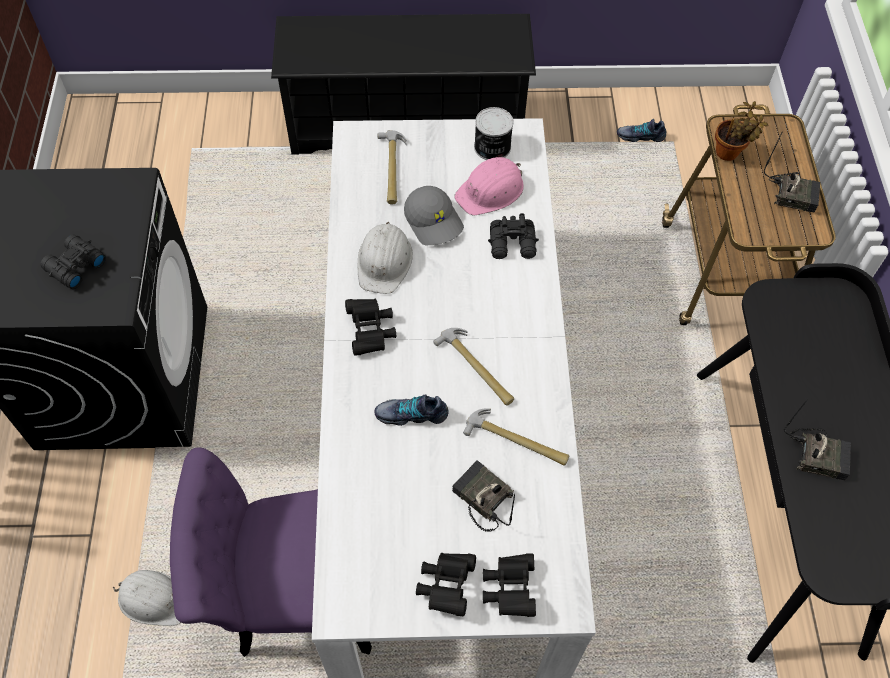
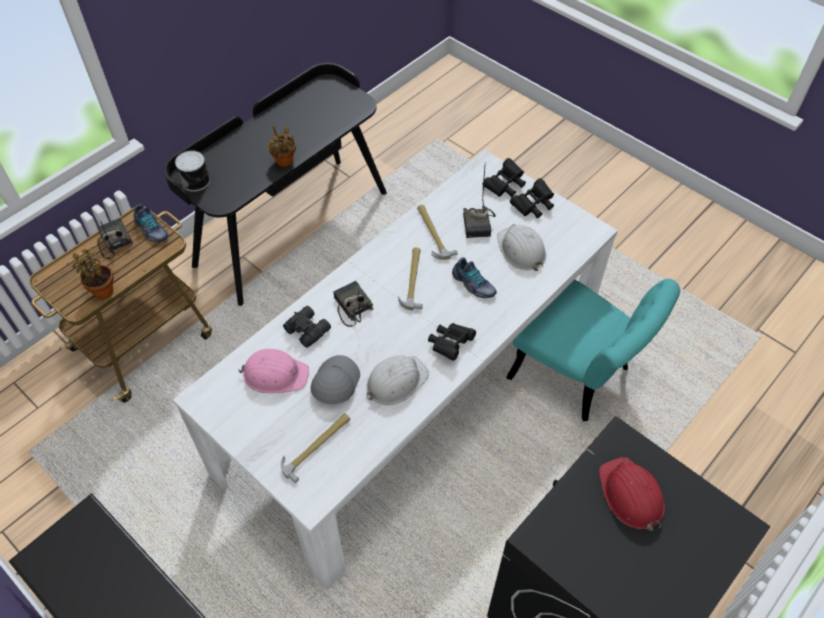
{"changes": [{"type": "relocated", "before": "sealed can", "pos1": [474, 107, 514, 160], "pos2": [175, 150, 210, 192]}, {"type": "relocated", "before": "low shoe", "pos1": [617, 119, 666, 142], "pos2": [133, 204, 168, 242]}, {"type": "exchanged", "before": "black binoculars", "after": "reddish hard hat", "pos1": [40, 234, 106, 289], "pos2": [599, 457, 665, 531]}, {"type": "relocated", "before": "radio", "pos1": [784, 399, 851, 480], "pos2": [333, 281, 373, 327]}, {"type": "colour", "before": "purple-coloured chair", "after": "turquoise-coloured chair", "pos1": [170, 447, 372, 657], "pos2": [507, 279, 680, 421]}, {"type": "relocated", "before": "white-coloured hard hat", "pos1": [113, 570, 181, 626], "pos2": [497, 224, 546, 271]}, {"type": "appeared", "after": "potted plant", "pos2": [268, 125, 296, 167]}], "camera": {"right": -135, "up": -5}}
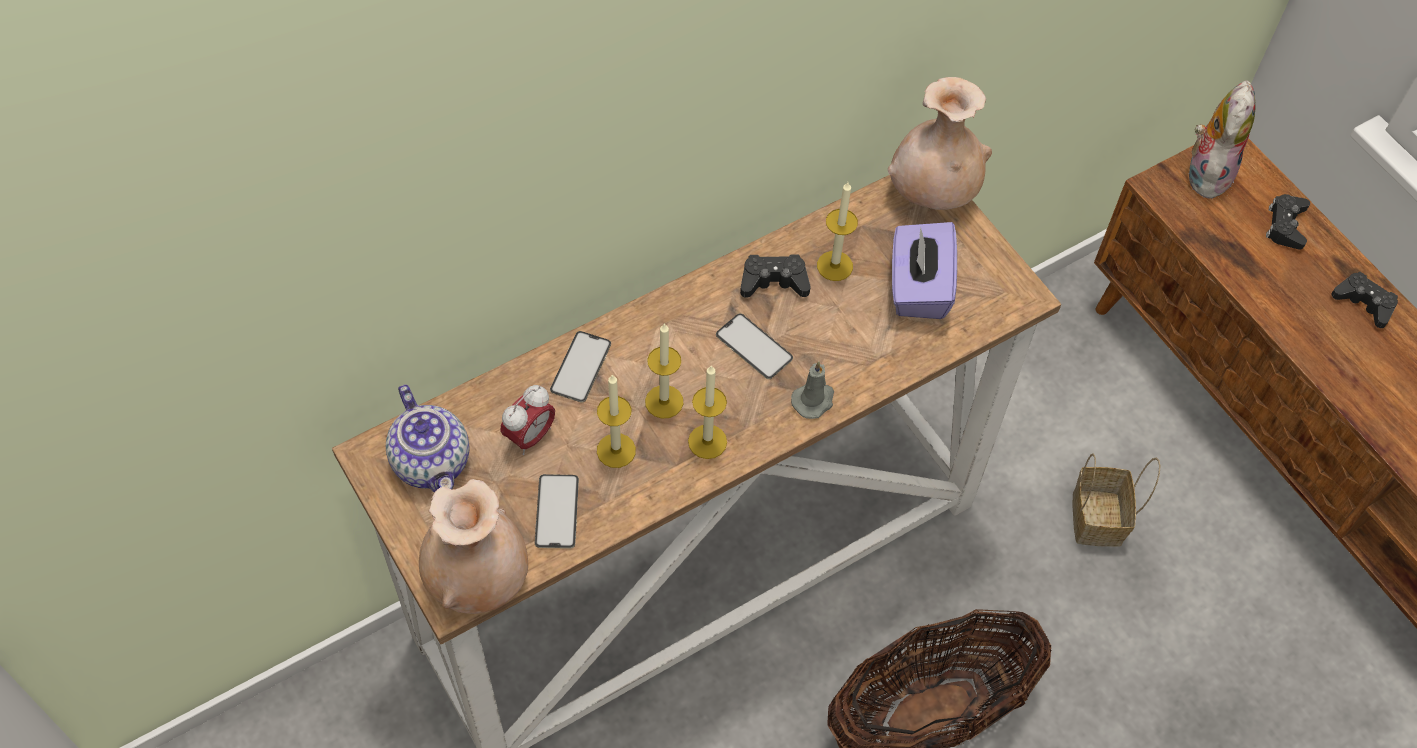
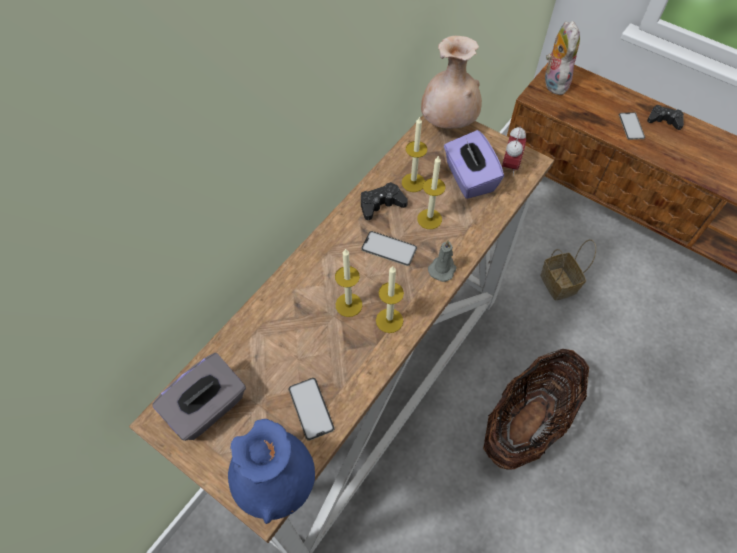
{"changes": [{"type": "missing", "before": "black game controller", "pos1": [1266, 194, 1310, 250]}, {"type": "relocated", "before": "telephone", "pos1": [550, 331, 611, 402], "pos2": [619, 112, 645, 140]}, {"type": "relocated", "before": "wax light", "pos1": [597, 374, 636, 468], "pos2": [417, 155, 446, 229]}, {"type": "exchanged", "before": "teapot", "after": "grey tissue holder", "pos1": [386, 385, 470, 492], "pos2": [152, 353, 246, 441]}, {"type": "relocated", "before": "table clock", "pos1": [500, 385, 555, 455], "pos2": [502, 126, 526, 176]}, {"type": "colour", "before": "beige-coloured decorative vase", "after": "blue decorative vase", "pos1": [419, 479, 528, 614], "pos2": [228, 419, 315, 524]}], "camera": {"right": -20, "up": 0}}
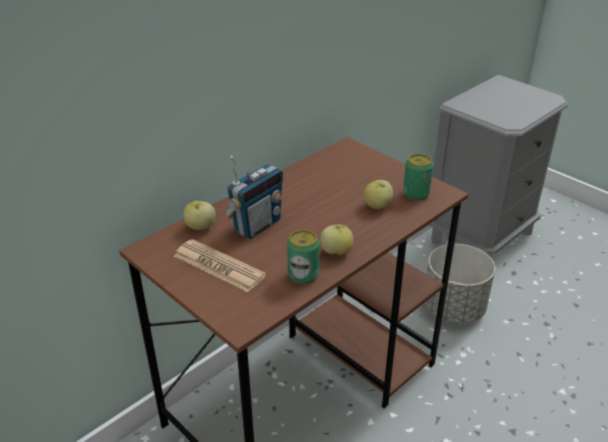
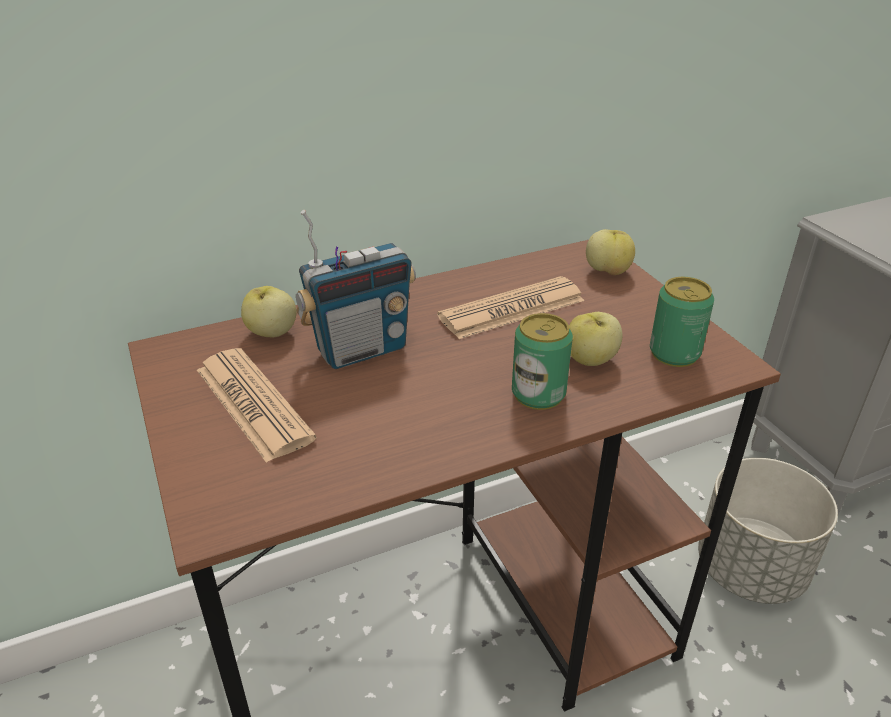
{"changes": [{"type": "relocated", "before": "apple", "pos1": [320, 224, 354, 255], "pos2": [586, 229, 635, 275]}, {"type": "relocated", "before": "sealed can", "pos1": [287, 230, 320, 285], "pos2": [512, 313, 573, 410]}, {"type": "appeared", "after": "daily paper", "pos2": [437, 276, 585, 339]}], "camera": {"right": 20, "up": 0}}
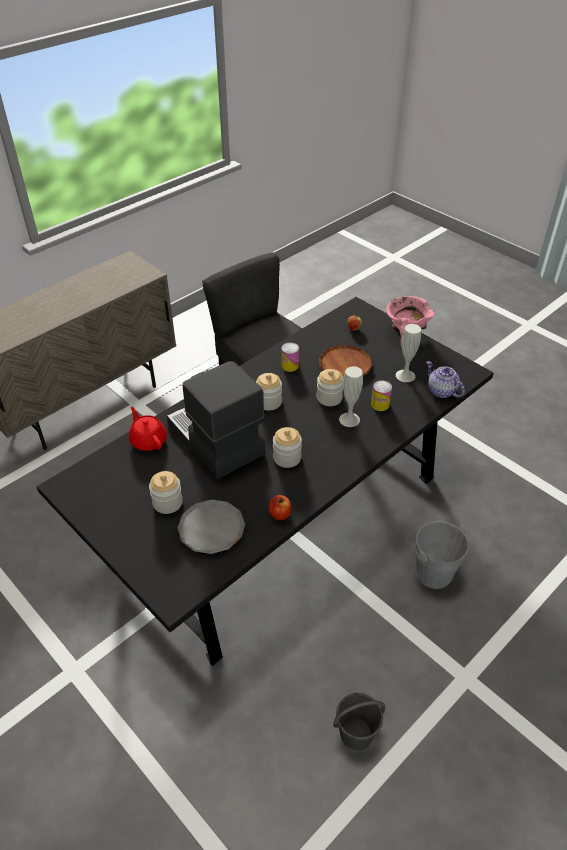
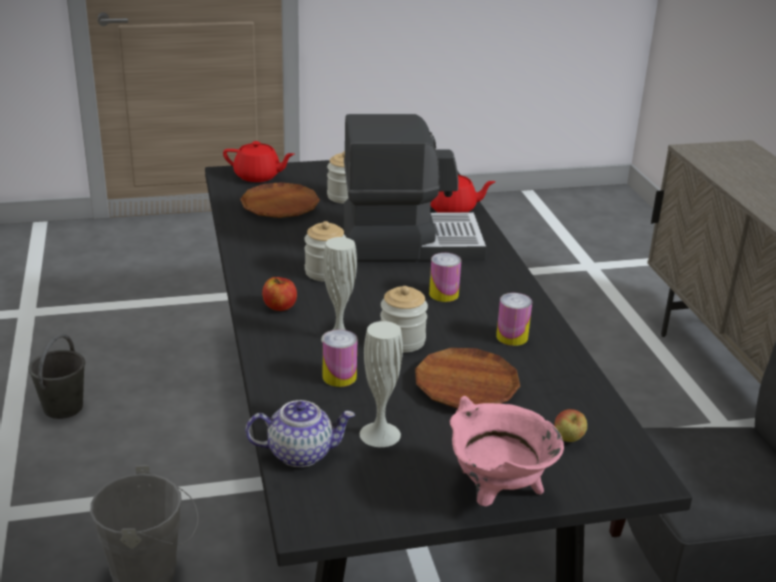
{"changes": [{"type": "exchanged", "before": "preserve jar", "after": "sealed can", "pos1": [256, 373, 282, 411], "pos2": [429, 253, 461, 302]}, {"type": "relocated", "before": "apple", "pos1": [269, 495, 291, 520], "pos2": [262, 277, 297, 311]}, {"type": "colour", "before": "grey plate", "after": "brownish plate", "pos1": [177, 499, 245, 554], "pos2": [240, 182, 320, 218]}, {"type": "appeared", "after": "reddish teapot", "pos2": [223, 141, 295, 182]}], "camera": {"right": 120, "up": -15}}
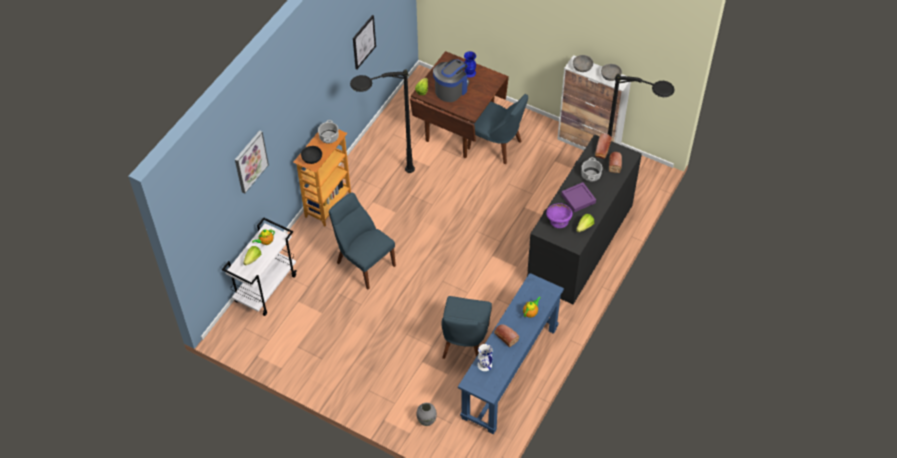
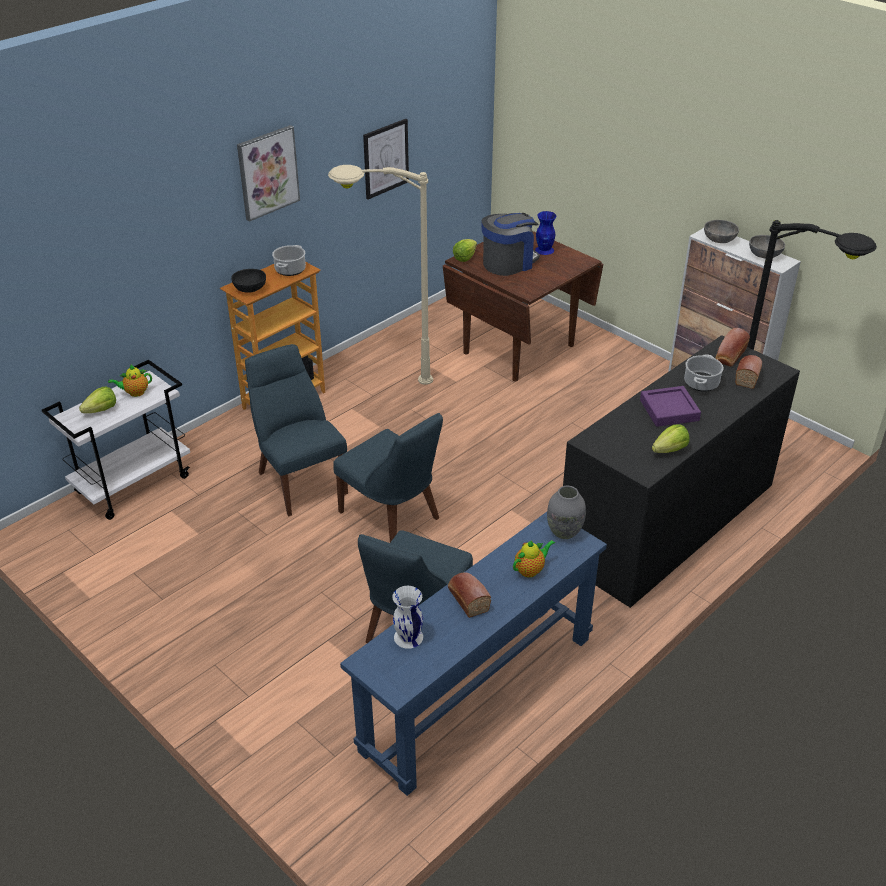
{"changes": [{"type": "colour", "before": "black standing lamp", "after": "beige-coloured standing lamp", "pos1": [350, 69, 415, 173], "pos2": [328, 165, 433, 385]}, {"type": "relocated", "before": "blue chair", "pos1": [467, 94, 528, 164], "pos2": [333, 413, 443, 542]}, {"type": "relocated", "before": "picture", "pos1": [235, 130, 269, 194], "pos2": [237, 125, 300, 222]}, {"type": "missing", "before": "purple-coloured bowl", "pos1": [546, 203, 573, 228]}, {"type": "relocated", "before": "grey decorative vase", "pos1": [416, 403, 437, 426], "pos2": [547, 486, 586, 539]}], "camera": {"right": 15, "up": -15}}
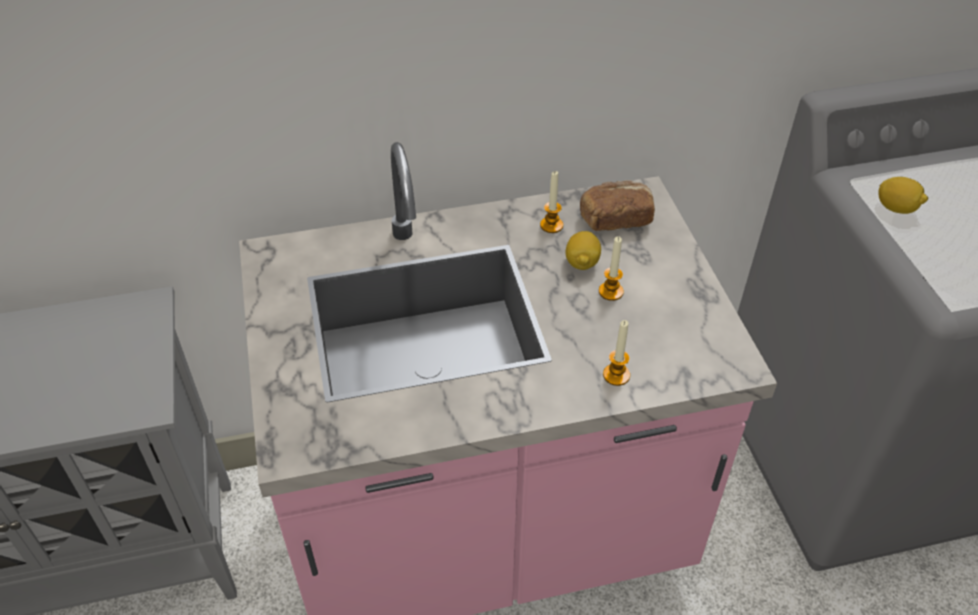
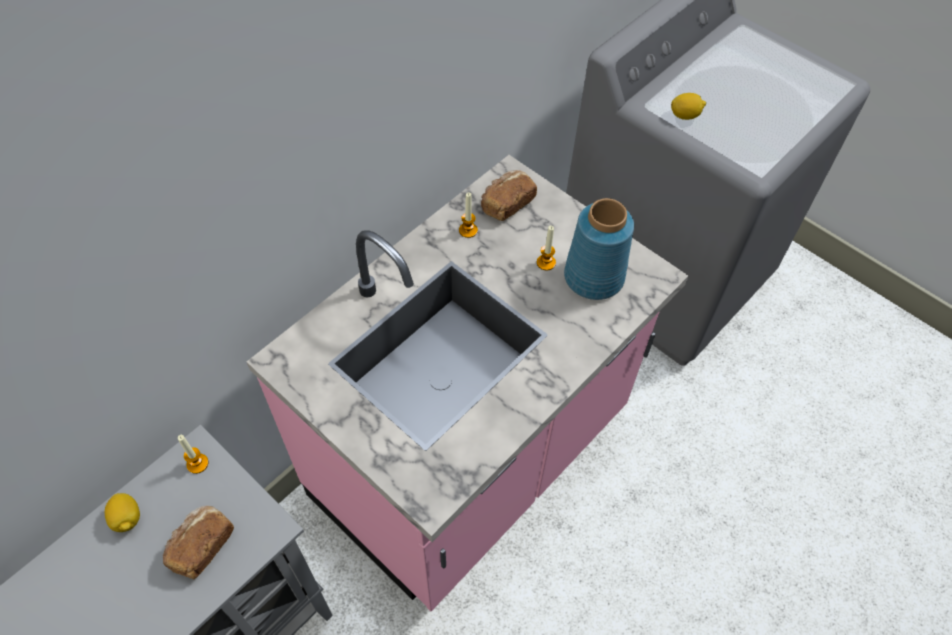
{"changes": [{"type": "relocated", "before": "whole lemon", "pos1": [566, 231, 601, 270], "pos2": [105, 493, 140, 532]}, {"type": "relocated", "before": "wax light", "pos1": [603, 320, 630, 386], "pos2": [178, 435, 208, 474]}, {"type": "appeared", "after": "blue decorative vase", "pos2": [564, 198, 634, 300]}, {"type": "appeared", "after": "bakery bread", "pos2": [163, 505, 234, 579]}], "camera": {"right": -35, "up": 10}}
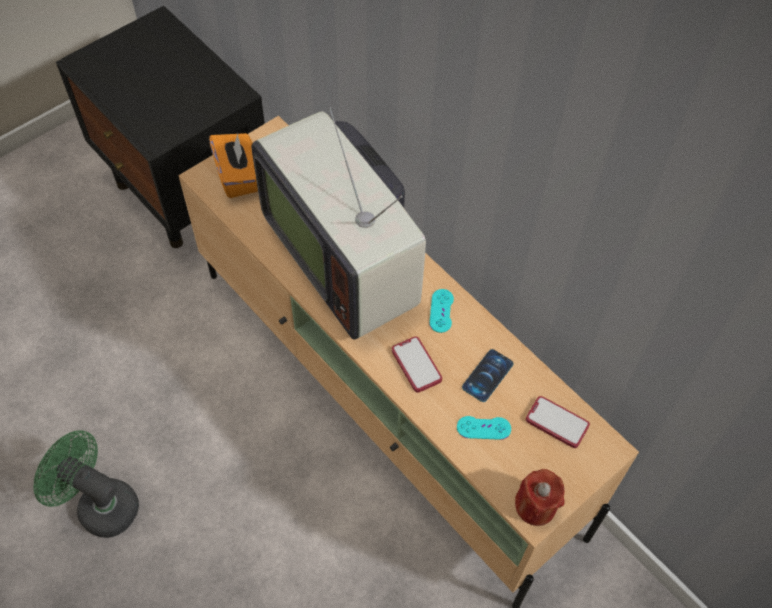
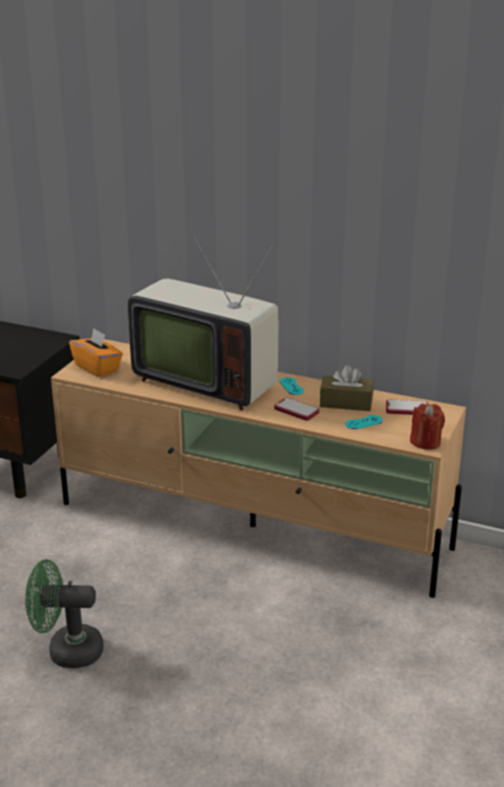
{"changes": [{"type": "exchanged", "before": "telephone", "after": "brownish tissue holder", "pos1": [462, 349, 513, 402], "pos2": [320, 365, 374, 411]}], "camera": {"right": -25, "up": -30}}
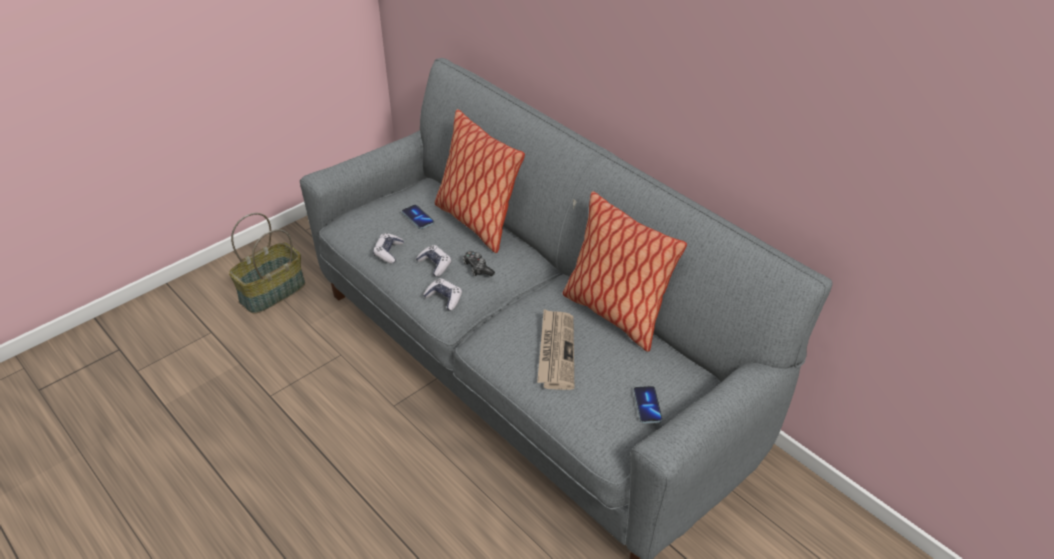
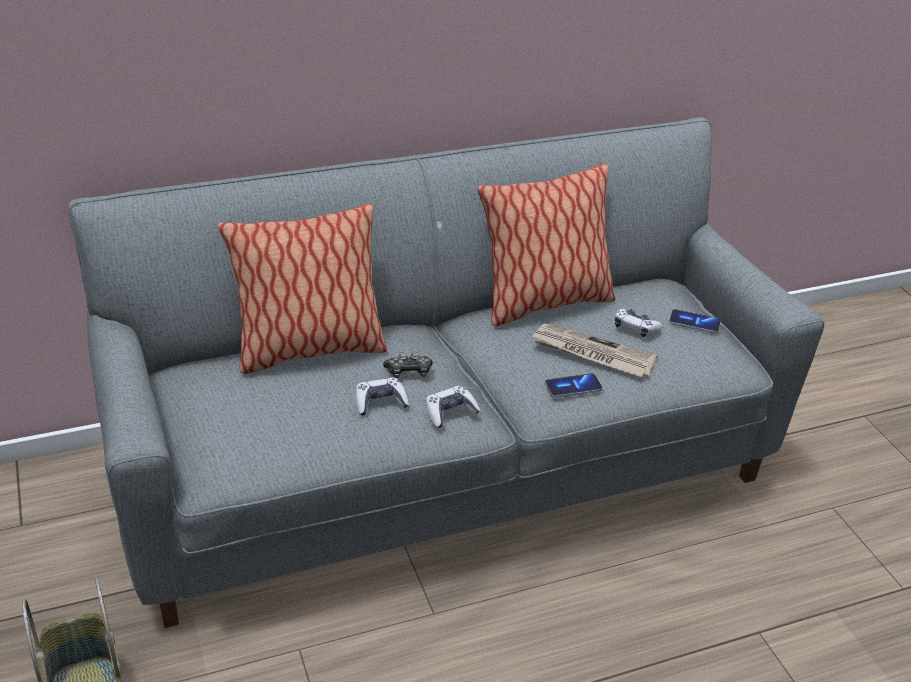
{"changes": [{"type": "relocated", "before": "telephone", "pos1": [402, 205, 434, 229], "pos2": [545, 373, 603, 398]}, {"type": "relocated", "before": "game controller", "pos1": [373, 233, 404, 264], "pos2": [615, 309, 663, 337]}], "camera": {"right": -70, "up": -5}}
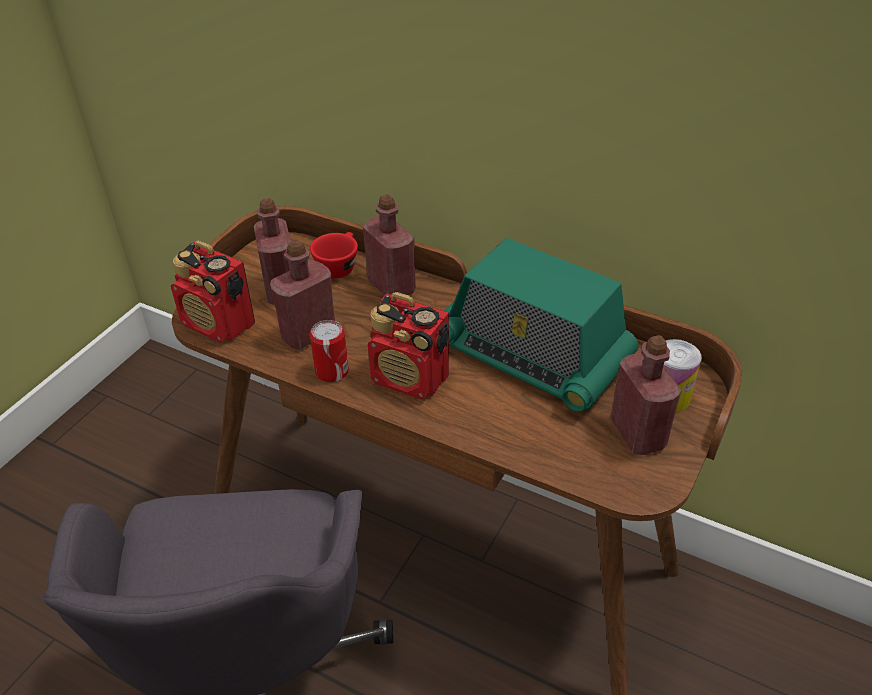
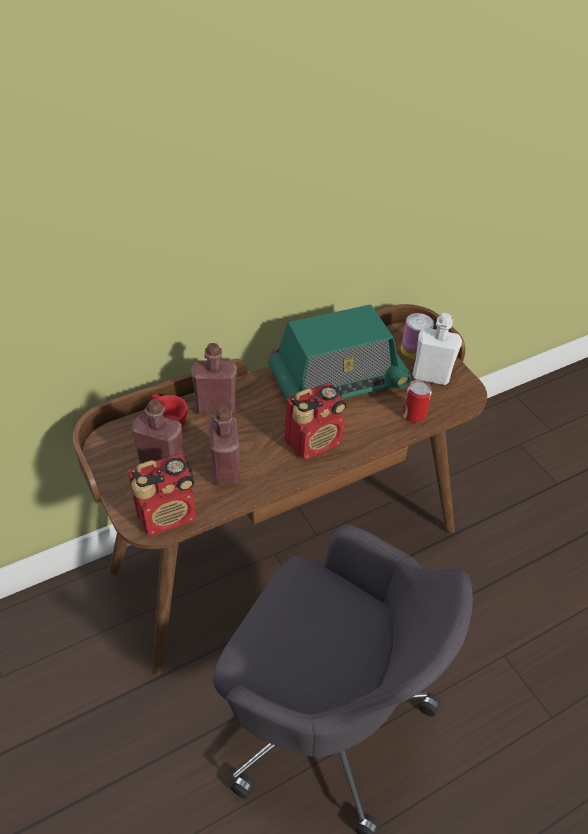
{"changes": [{"type": "relocated", "before": "sealed can", "pos1": [310, 320, 349, 382], "pos2": [402, 380, 432, 423]}, {"type": "colour", "before": "reddish bottle", "after": "white-coloured bottle", "pos1": [610, 335, 681, 455], "pos2": [412, 313, 462, 385]}], "camera": {"right": -60, "up": 5}}
